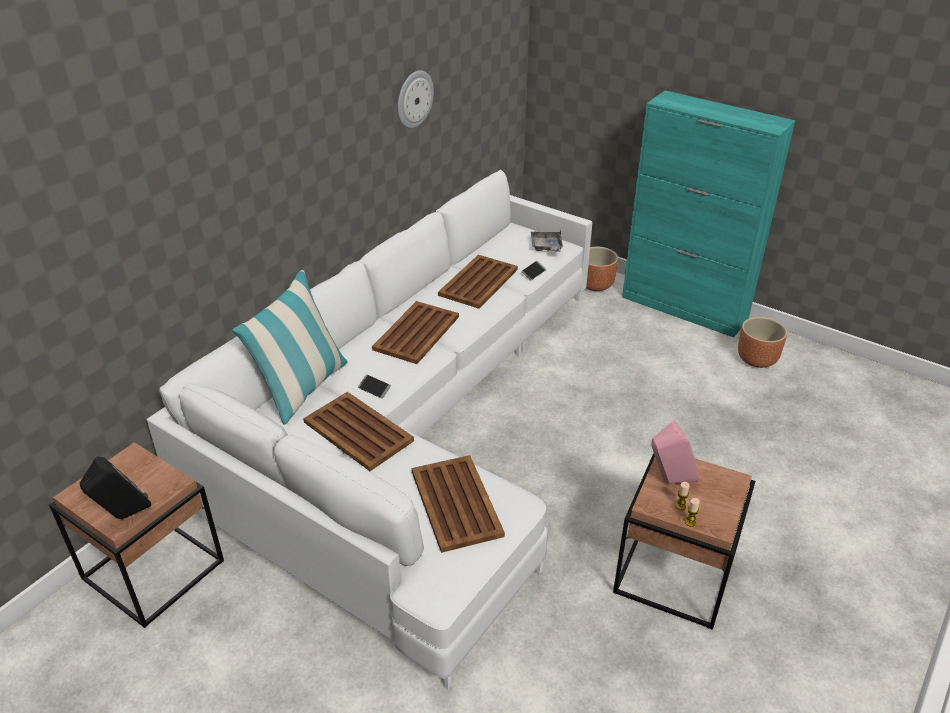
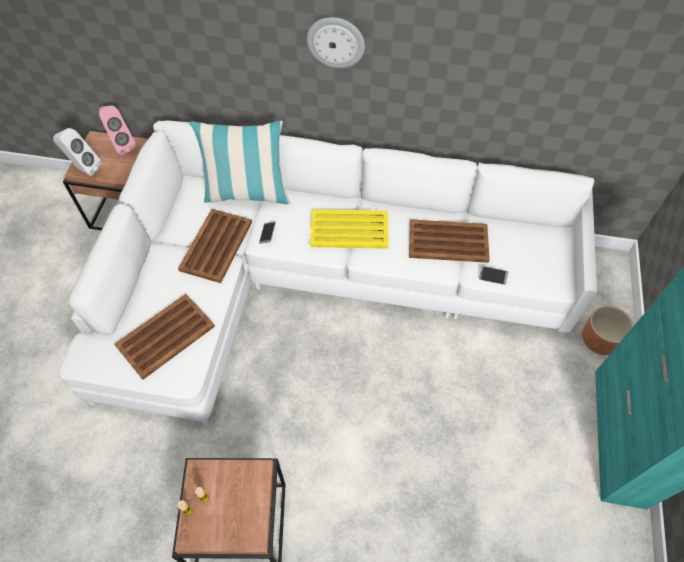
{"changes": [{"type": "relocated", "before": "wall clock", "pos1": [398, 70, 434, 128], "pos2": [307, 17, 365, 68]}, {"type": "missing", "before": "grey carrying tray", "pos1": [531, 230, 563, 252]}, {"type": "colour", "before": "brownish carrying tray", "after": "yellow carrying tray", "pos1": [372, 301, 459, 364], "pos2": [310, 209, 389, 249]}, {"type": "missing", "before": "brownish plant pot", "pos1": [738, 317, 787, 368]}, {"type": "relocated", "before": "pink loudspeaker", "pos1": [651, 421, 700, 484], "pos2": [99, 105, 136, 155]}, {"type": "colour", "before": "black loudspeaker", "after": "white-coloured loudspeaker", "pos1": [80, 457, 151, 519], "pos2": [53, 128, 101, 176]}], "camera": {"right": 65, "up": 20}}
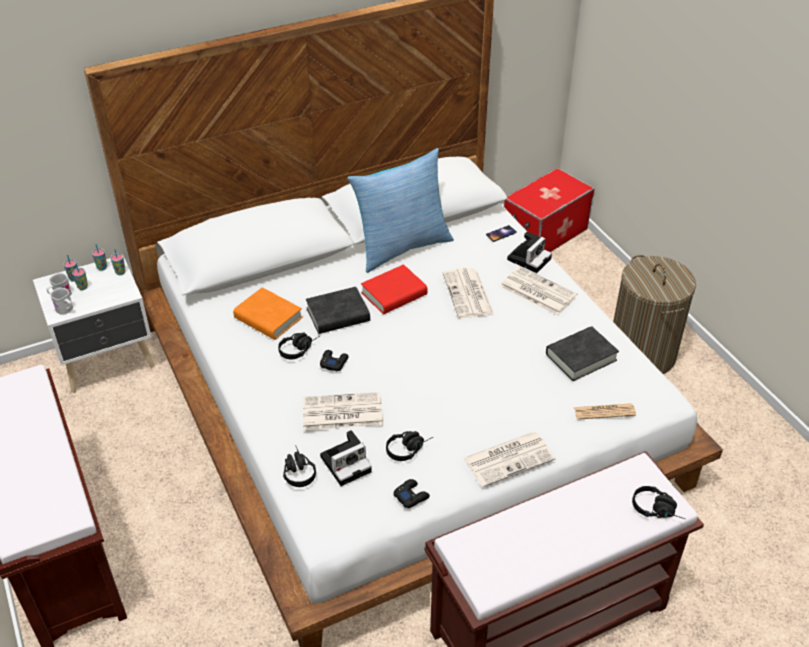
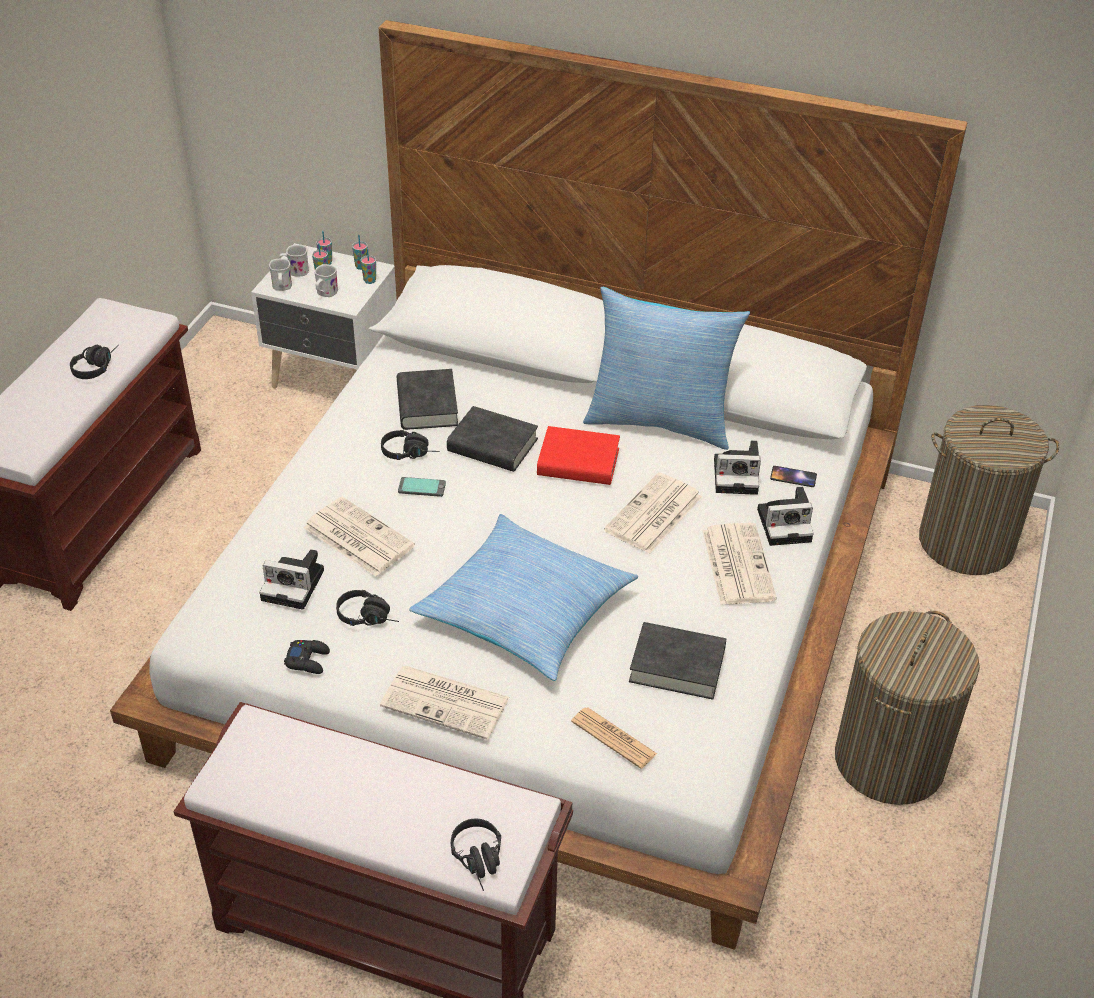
{"changes": [{"type": "exchanged", "before": "storage bin", "after": "washing basket", "pos1": [504, 168, 595, 252], "pos2": [919, 405, 1059, 575]}, {"type": "colour", "before": "orange-coloured volume", "after": "black volume", "pos1": [233, 287, 303, 340], "pos2": [397, 369, 458, 430]}, {"type": "exchanged", "before": "black game controller", "after": "telephone", "pos1": [320, 350, 349, 371], "pos2": [398, 477, 446, 497]}, {"type": "relocated", "before": "black pair of headphones", "pos1": [283, 445, 316, 487], "pos2": [70, 345, 119, 379]}, {"type": "appeared", "after": "white-coloured mug", "pos2": [314, 264, 338, 297]}, {"type": "appeared", "after": "still camera", "pos2": [714, 440, 761, 495]}, {"type": "appeared", "after": "throw pillow", "pos2": [409, 514, 638, 681]}], "camera": {"right": 45, "up": 0}}
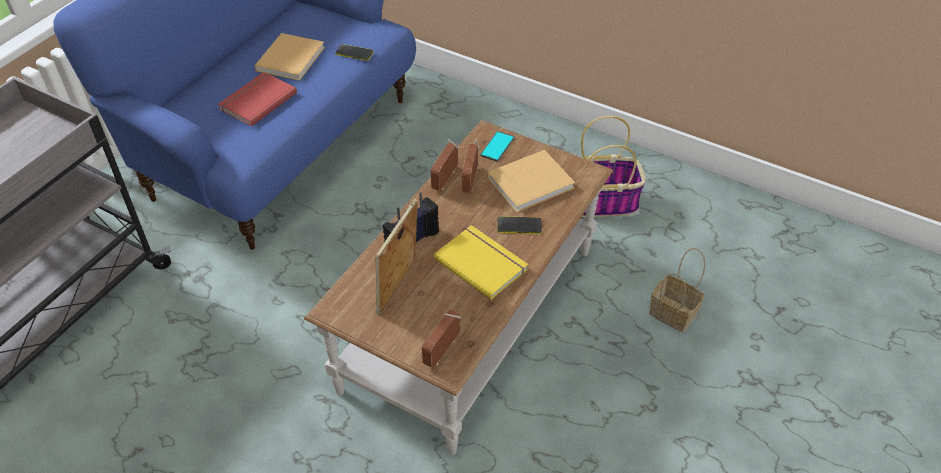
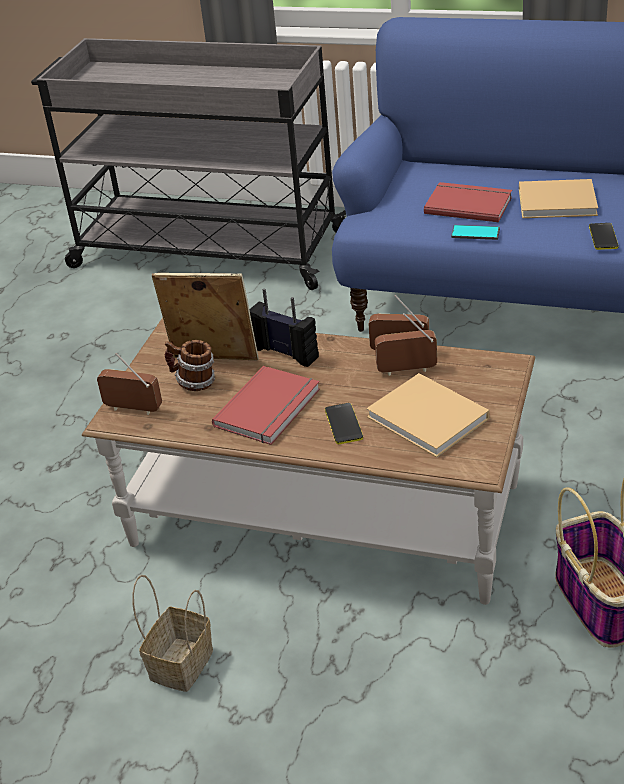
{"changes": [{"type": "relocated", "before": "telephone", "pos1": [480, 131, 514, 162], "pos2": [451, 225, 500, 240]}, {"type": "colour", "before": "yellow volume", "after": "reddish volume", "pos1": [434, 225, 528, 300], "pos2": [212, 366, 320, 445]}, {"type": "relocated", "before": "basket", "pos1": [649, 248, 706, 332], "pos2": [132, 575, 213, 692]}, {"type": "appeared", "after": "mug", "pos2": [165, 340, 215, 391]}], "camera": {"right": 80, "up": -10}}
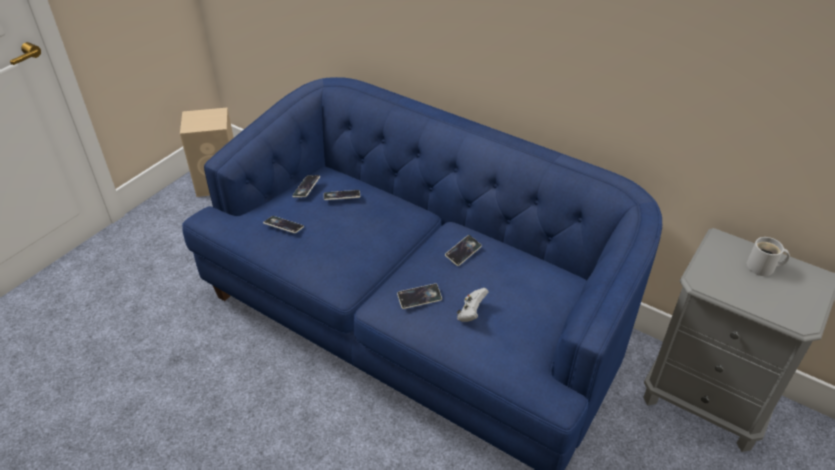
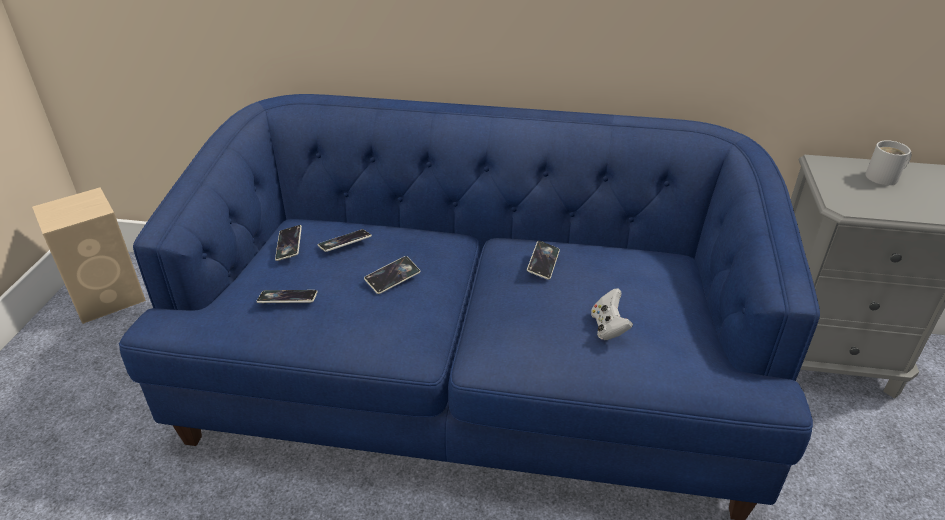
{"changes": [{"type": "relocated", "before": "telephone", "pos1": [397, 283, 442, 309], "pos2": [364, 256, 420, 294]}], "camera": {"right": -25, "up": -5}}
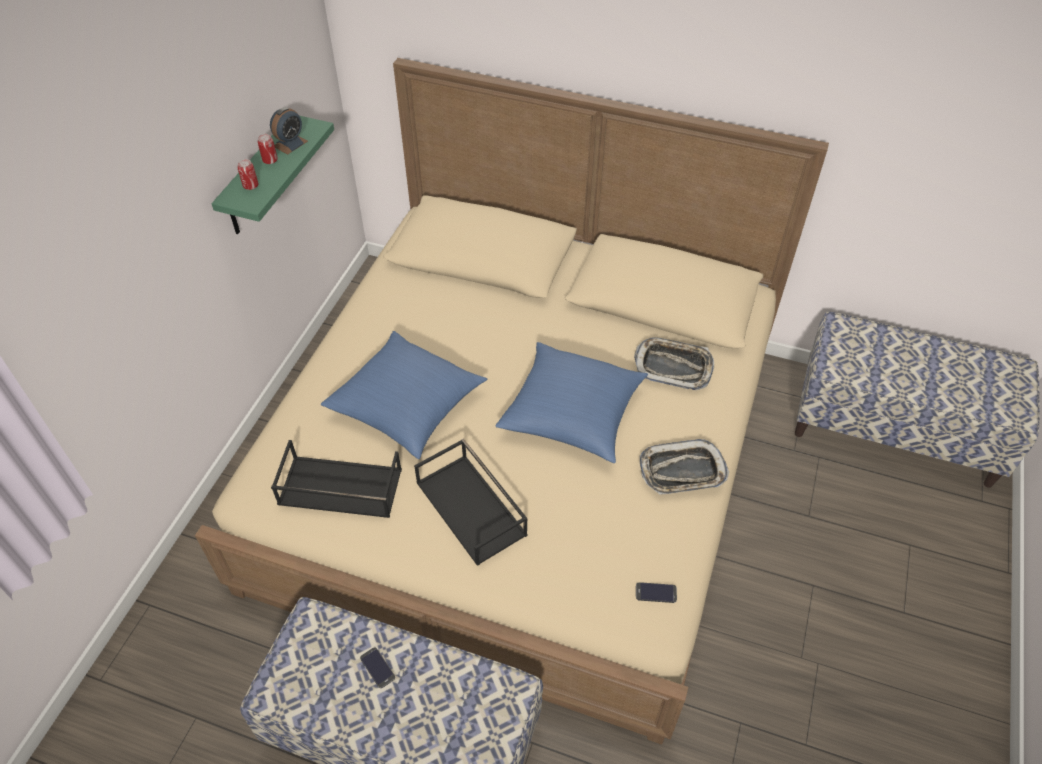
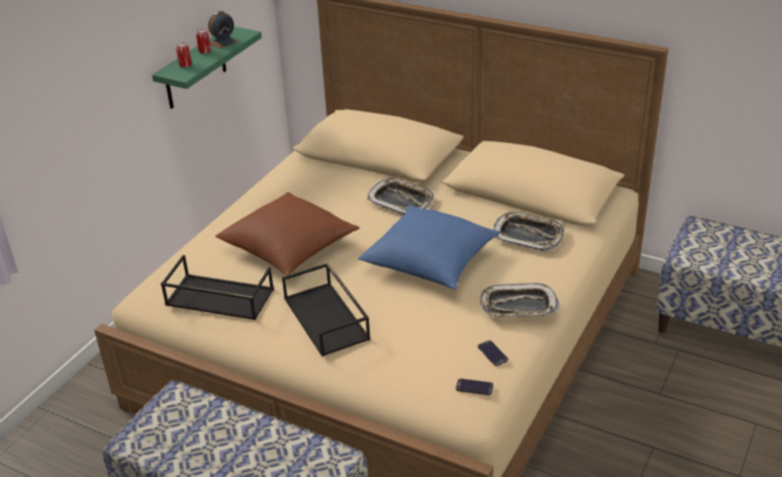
{"changes": [{"type": "colour", "before": "blue throw pillow", "after": "brownish throw pillow", "pos1": [321, 331, 487, 459], "pos2": [215, 192, 359, 276]}, {"type": "relocated", "before": "telephone", "pos1": [360, 647, 395, 688], "pos2": [478, 340, 508, 366]}, {"type": "appeared", "after": "carrying tray", "pos2": [367, 178, 434, 215]}], "camera": {"right": 10, "up": -15}}
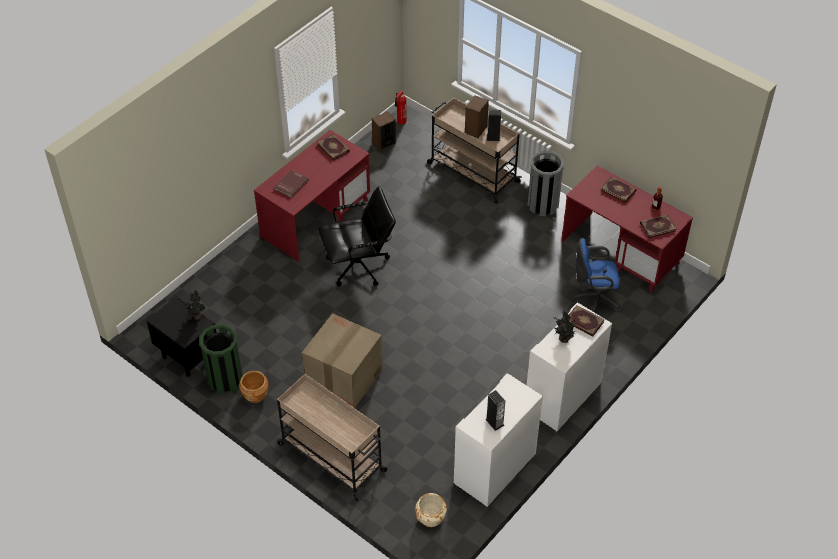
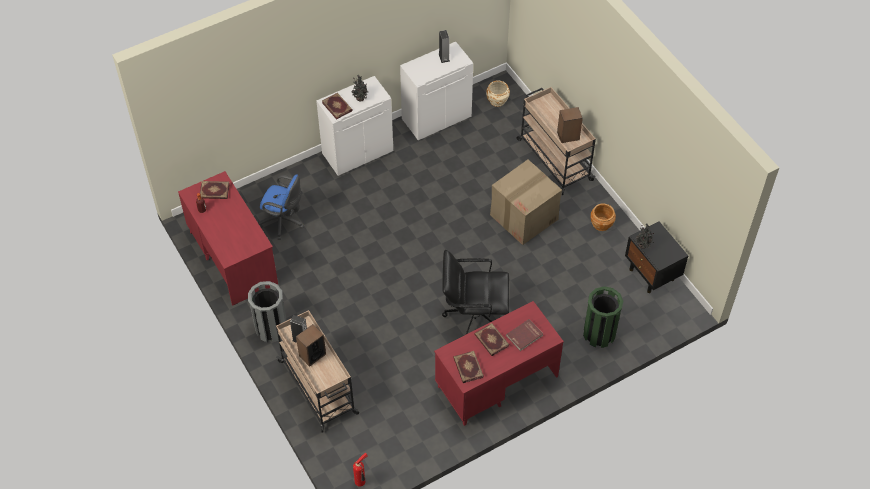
{"changes": [{"type": "relocated", "before": "loudspeaker", "pos1": [372, 111, 396, 151], "pos2": [557, 107, 583, 143]}, {"type": "relocated", "before": "volume", "pos1": [600, 177, 637, 203], "pos2": [475, 323, 509, 356]}, {"type": "relocated", "before": "green-coloured trash can", "pos1": [199, 324, 243, 394], "pos2": [583, 286, 623, 348]}], "camera": {"right": -160, "up": 5}}
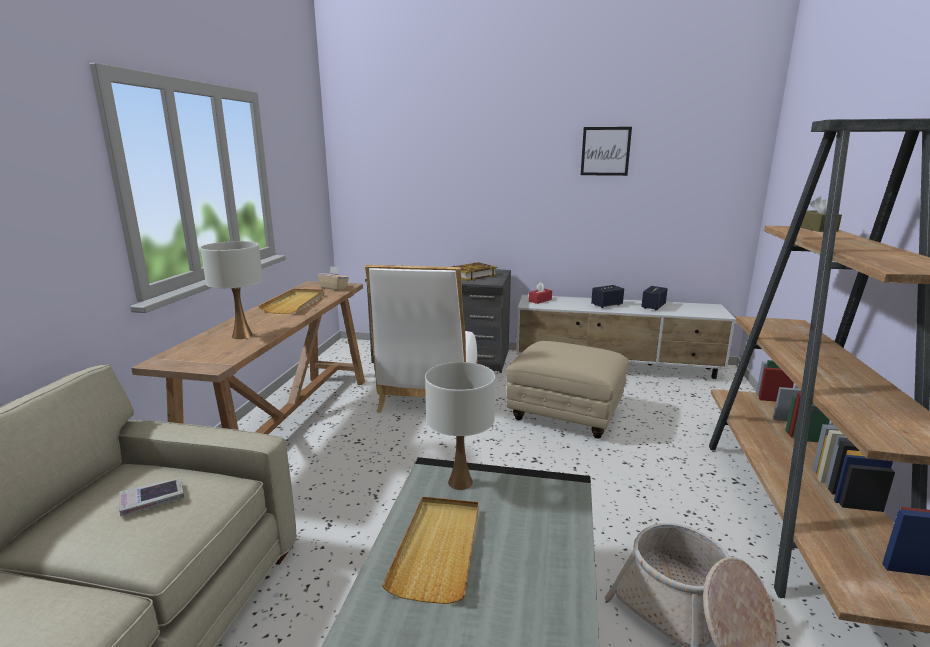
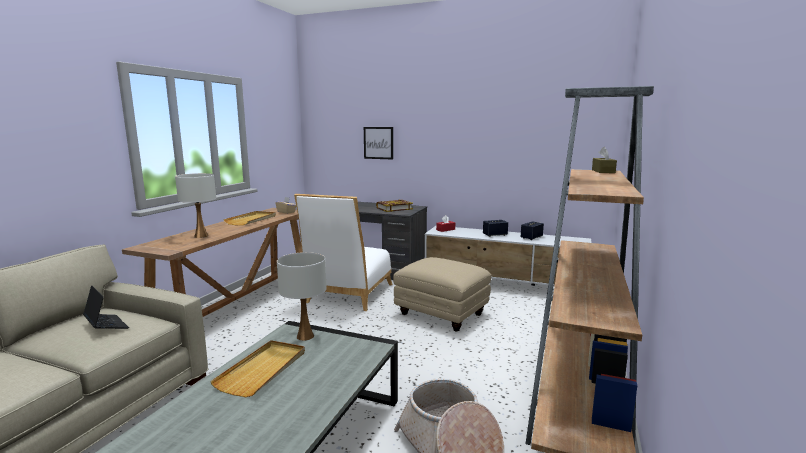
{"changes": [{"type": "relocated", "before": "picture", "pos1": [581, 127, 632, 176], "pos2": [364, 127, 393, 160]}, {"type": "exchanged", "before": "volume", "after": "notebook computer", "pos1": [119, 477, 184, 516], "pos2": [83, 285, 129, 329]}], "camera": {"right": 10, "up": -5}}
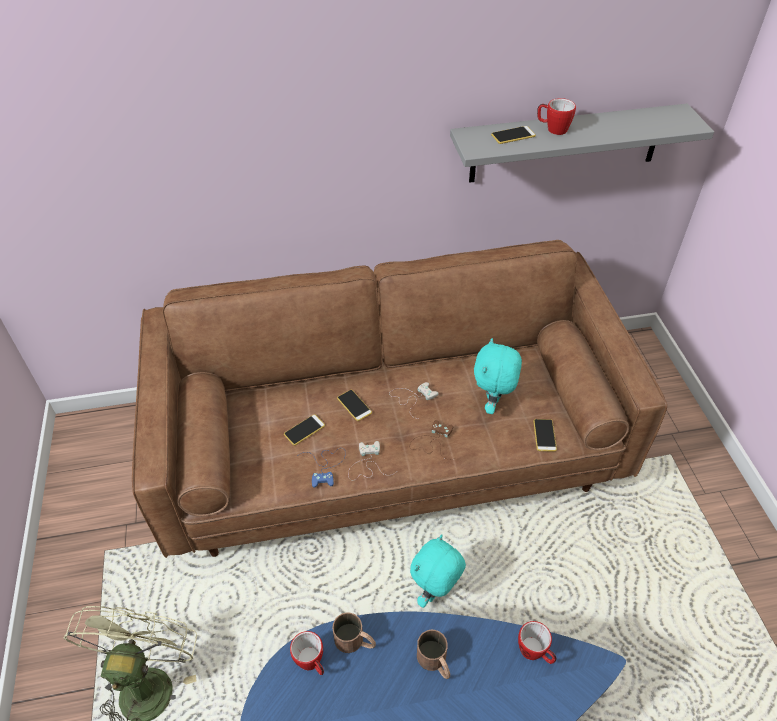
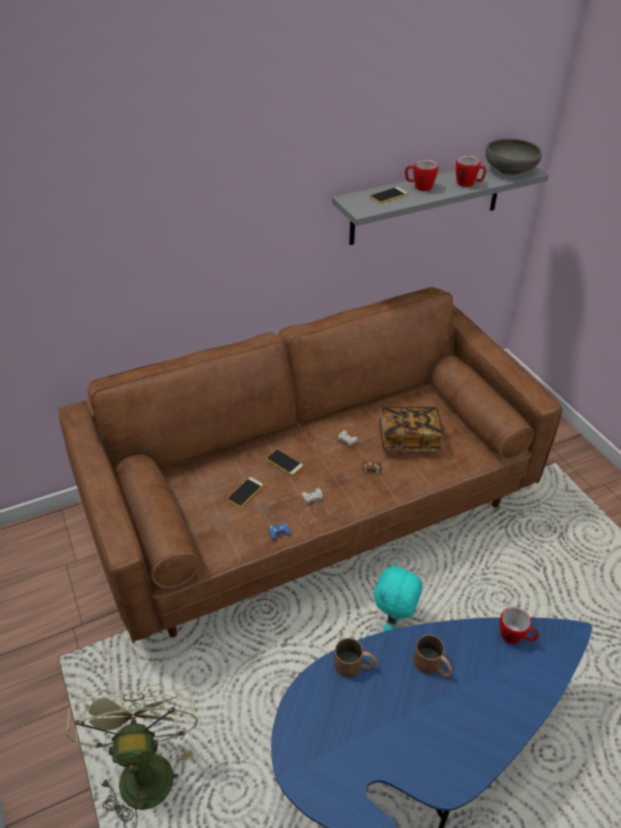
{"changes": [{"type": "exchanged", "before": "turquoise-coloured cuddly toy", "after": "volume", "pos1": [474, 338, 522, 414], "pos2": [379, 407, 444, 452]}, {"type": "missing", "before": "telephone", "pos1": [533, 419, 557, 452]}, {"type": "relocated", "before": "mug", "pos1": [290, 631, 324, 675], "pos2": [456, 156, 486, 187]}, {"type": "appeared", "after": "grey bowl", "pos2": [485, 138, 542, 175]}], "camera": {"right": -15, "up": -5}}
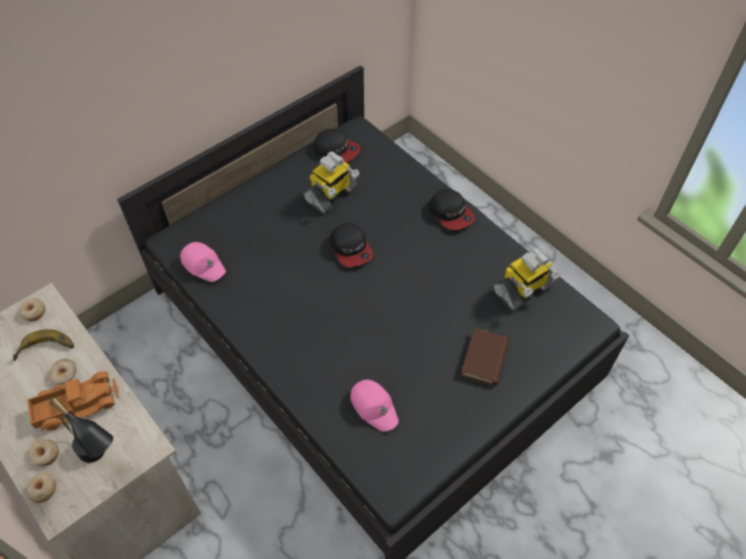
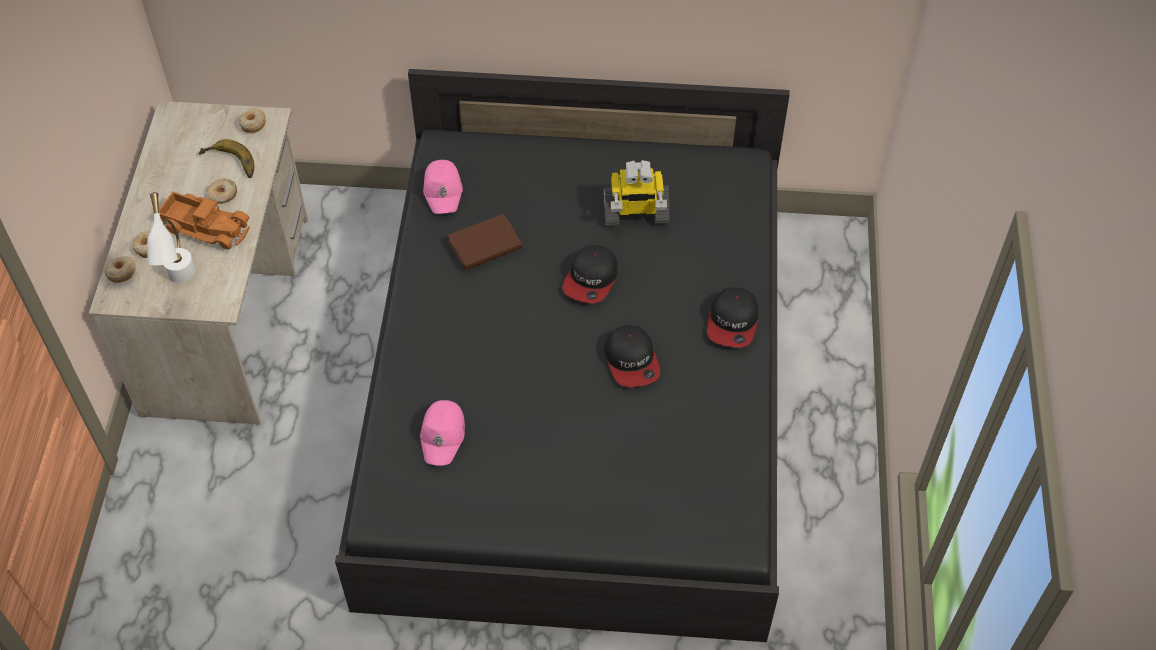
{"changes": [{"type": "relocated", "before": "cap", "pos1": [314, 129, 361, 162], "pos2": [604, 325, 660, 387]}, {"type": "missing", "before": "model robot", "pos1": [493, 248, 561, 311]}, {"type": "relocated", "before": "brownish volume", "pos1": [461, 328, 509, 386], "pos2": [448, 214, 522, 270]}, {"type": "colour", "before": "black table lamp", "after": "white-coloured table lamp", "pos1": [49, 397, 113, 463], "pos2": [147, 192, 196, 283]}], "camera": {"right": 45, "up": 0}}
